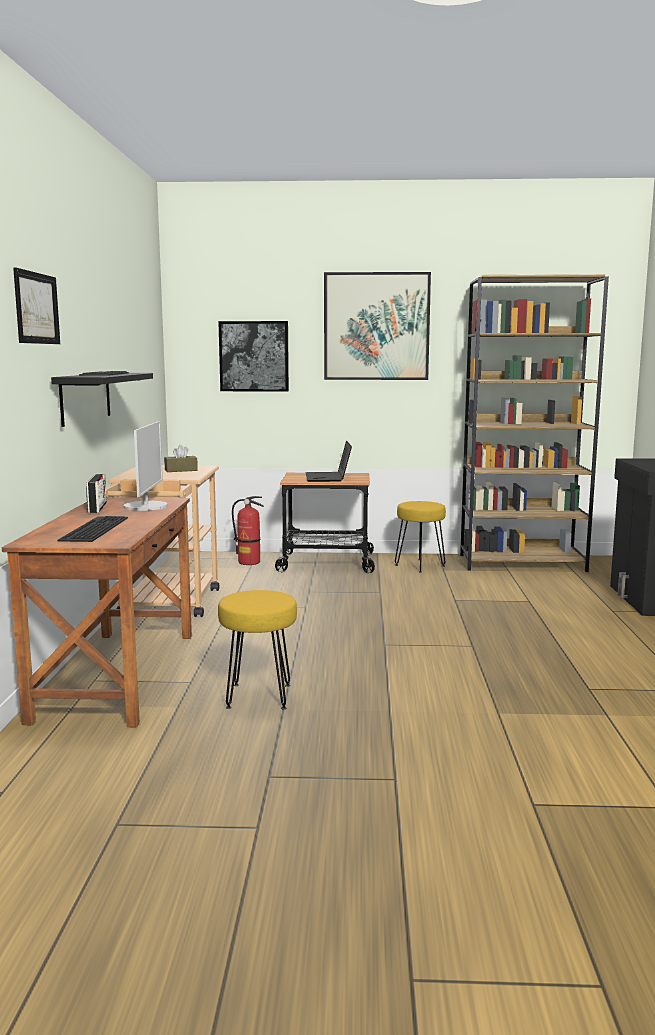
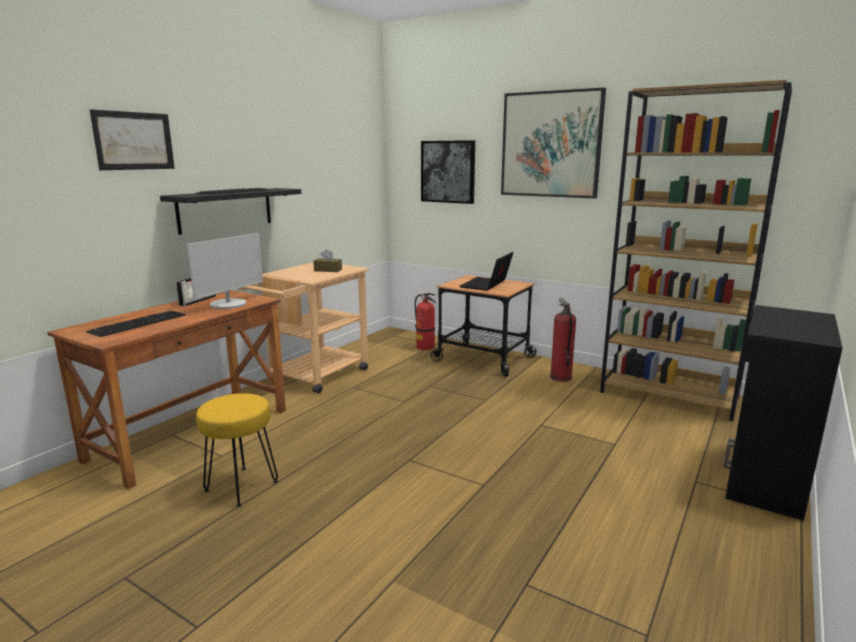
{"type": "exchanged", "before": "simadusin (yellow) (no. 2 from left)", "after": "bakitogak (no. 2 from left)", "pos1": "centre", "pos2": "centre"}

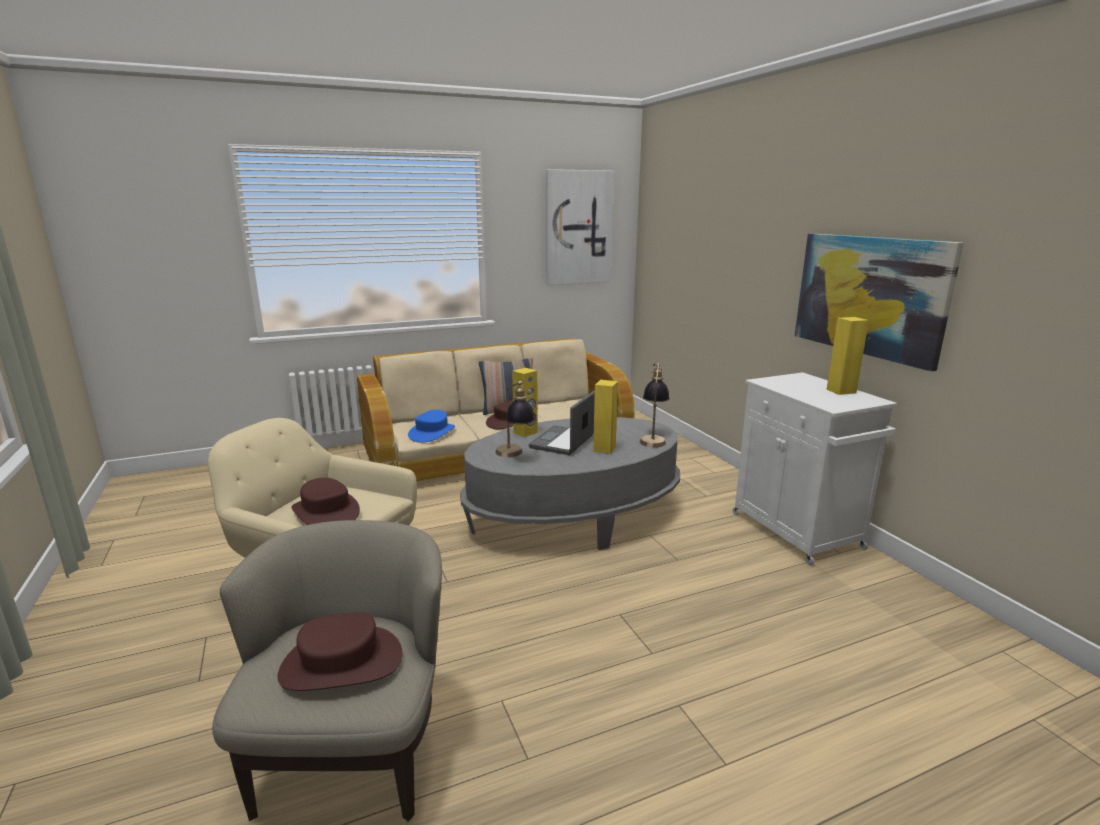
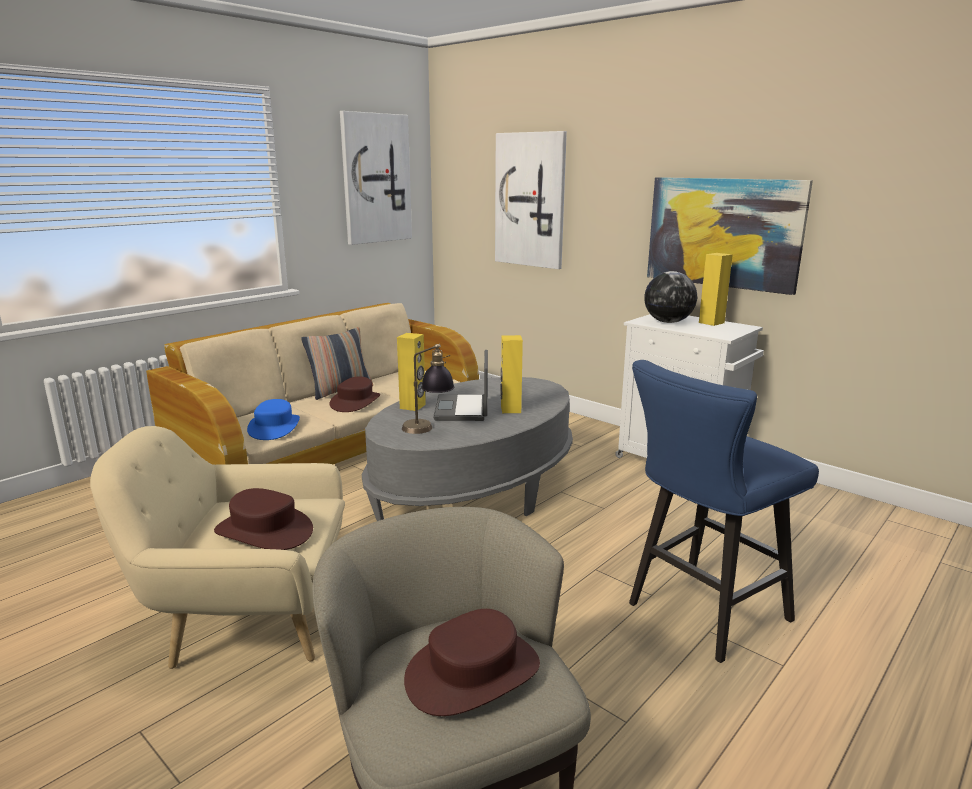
{"type": "missing", "before": "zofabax (no. 2 from left)", "pos1": "centre"}
{"type": "appeared", "after": "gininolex (no. 2 from left)", "pos2": "top centre"}
{"type": "appeared", "after": "simadusin (blue)", "pos2": "middle right"}
{"type": "appeared", "after": "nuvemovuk", "pos2": "middle right"}

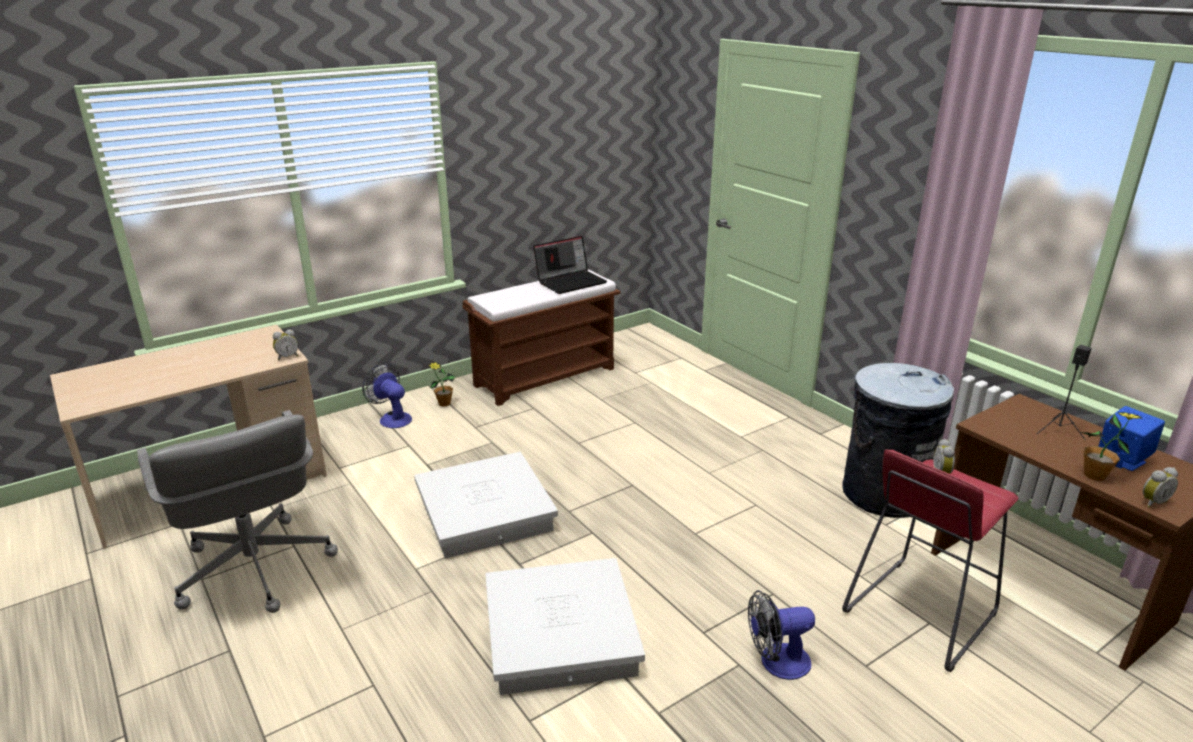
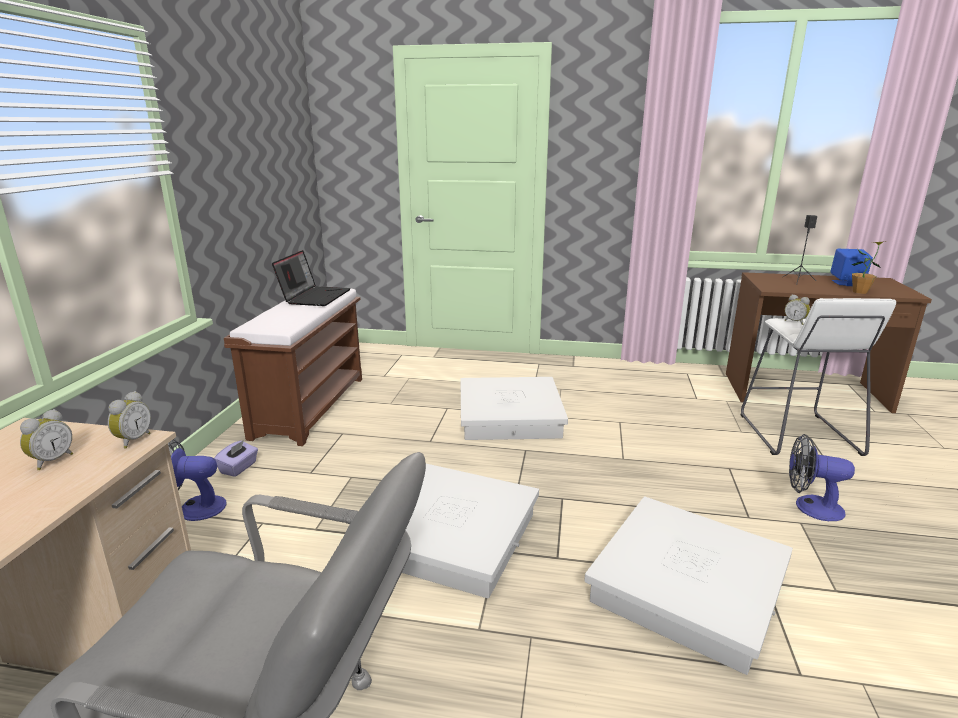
{"type": "exchanged", "before": "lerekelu (no. 1 from left)", "after": "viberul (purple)", "pos1": "centre", "pos2": "middle left"}
{"type": "spun", "before": "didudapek (no. 2 from left)", "pos1": "bottom centre", "pos2": "middle right", "turn": 75}
{"type": "missing", "before": "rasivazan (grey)", "pos1": "middle right"}
{"type": "colour", "before": "simadusin (red)", "after": "simadusin (white)", "pos1": "bottom right", "pos2": "middle right"}
{"type": "relocated", "before": "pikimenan (no. 3 from left in the first image)", "after": "pikimenan (no. 1 from left)", "pos1": "middle right", "pos2": "middle left"}
{"type": "appeared", "after": "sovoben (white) (no. 2 from left)", "pos2": "centre"}

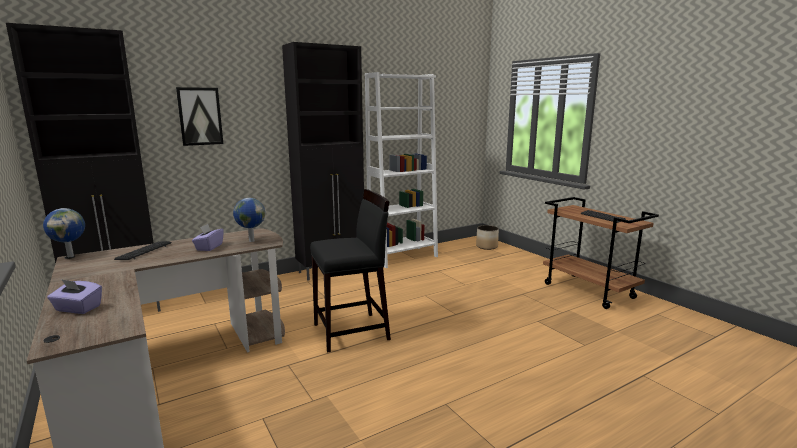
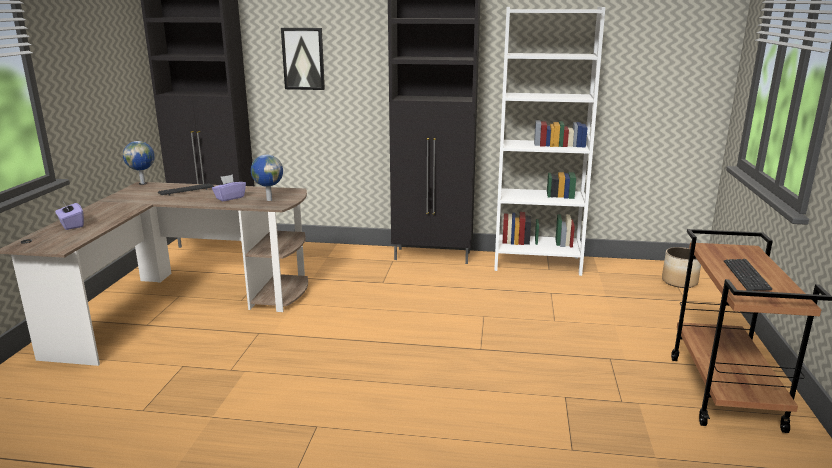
{"type": "missing", "before": "simadusin (black)", "pos1": "centre"}

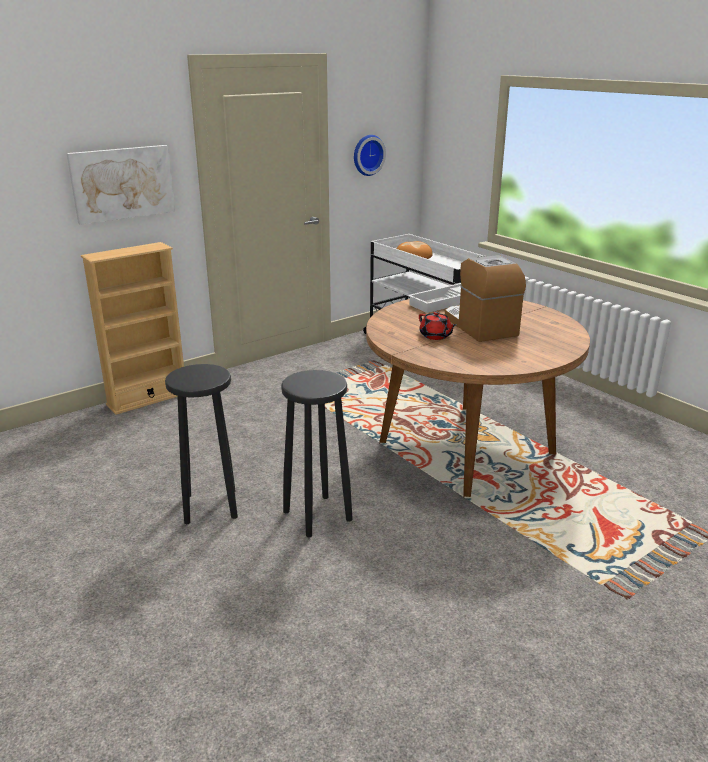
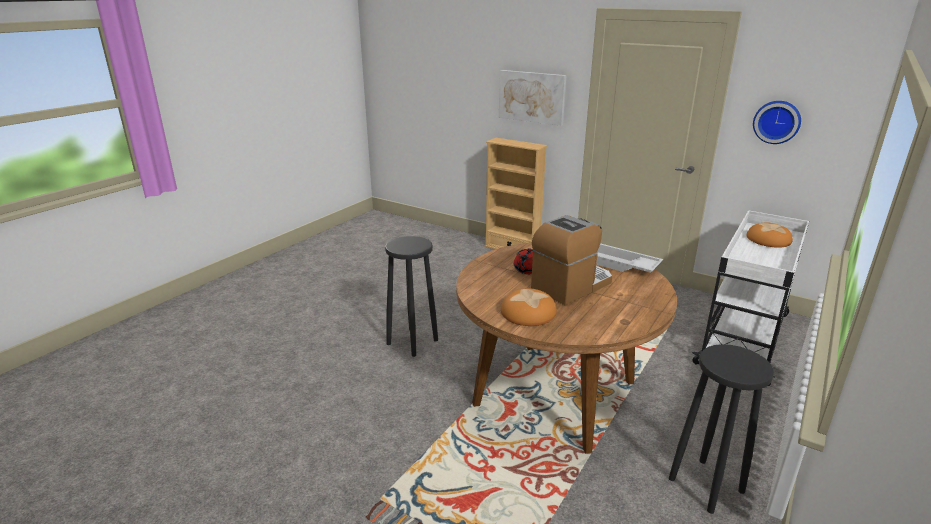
{"type": "relocated", "before": "simadusin (black) (no. 1 from left in the first image)", "after": "simadusin (black) (no. 2 from left)", "pos1": "middle left", "pos2": "bottom right"}
{"type": "appeared", "after": "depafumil (no. 1 from left)", "pos2": "centre"}

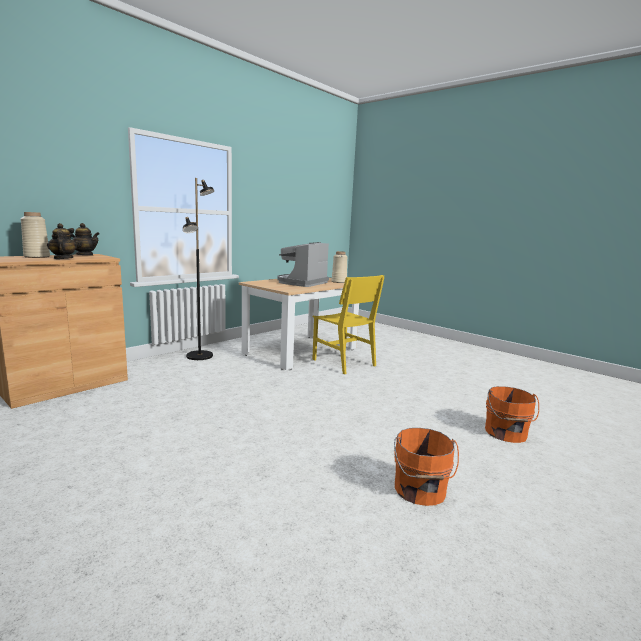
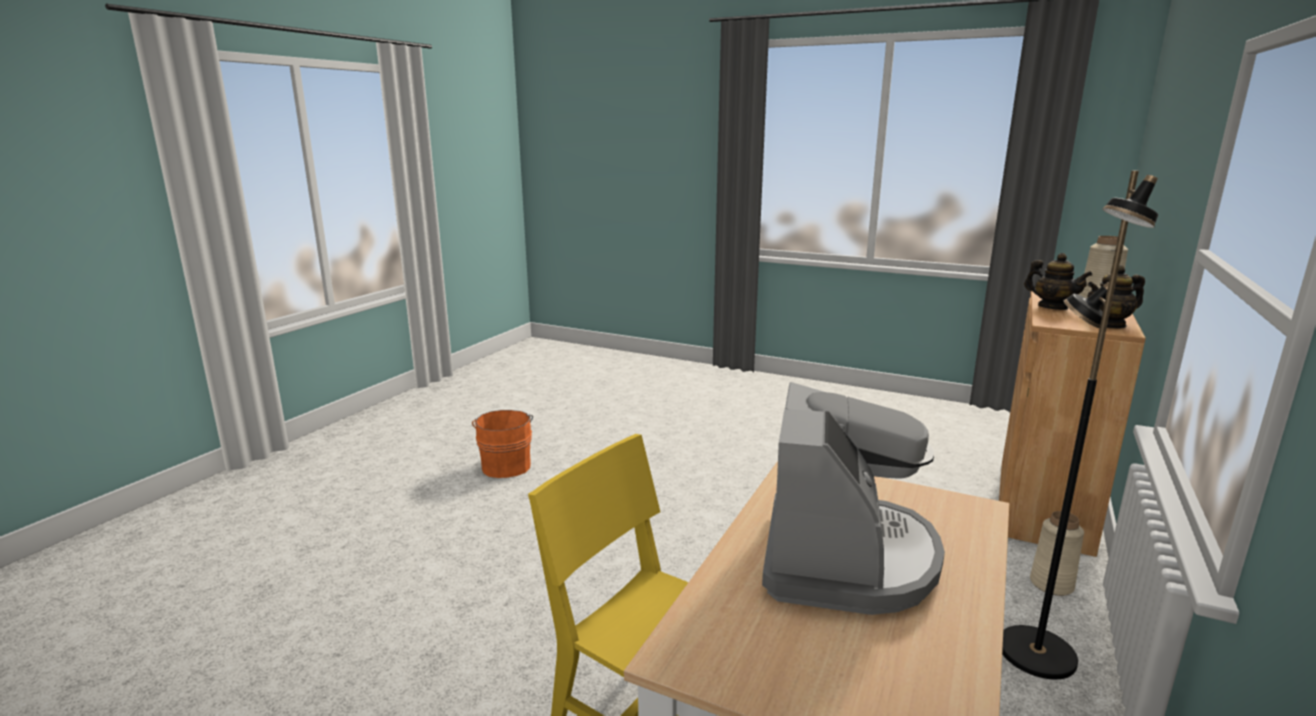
{"type": "relocated", "before": "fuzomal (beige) (no. 2 from left in the first image)", "after": "fuzomal (beige) (no. 1 from left)", "pos1": "centre", "pos2": "bottom right"}
{"type": "missing", "before": "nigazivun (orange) (no. 2 from left)", "pos1": "middle right"}

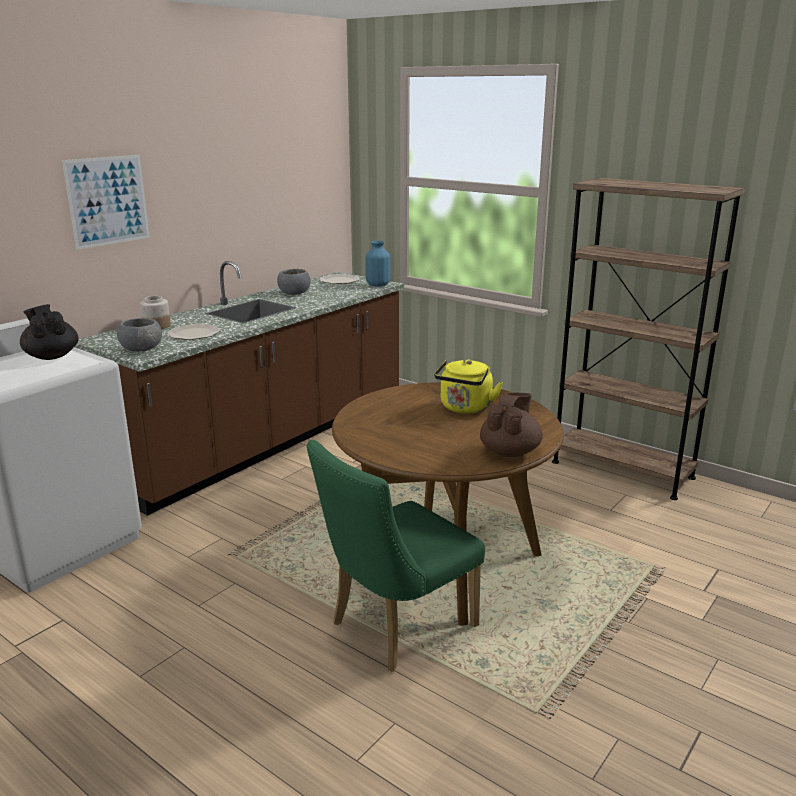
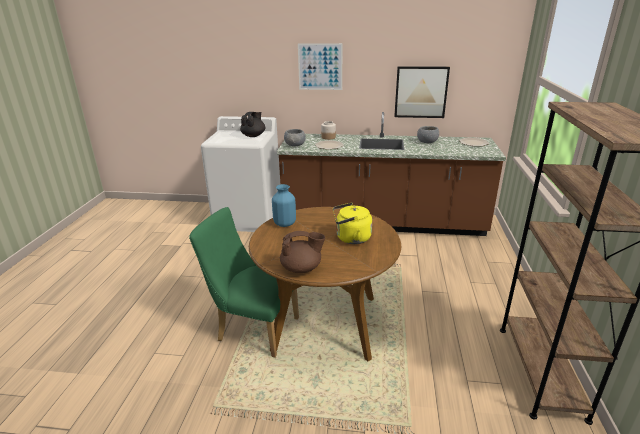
{"type": "relocated", "before": "fuzomal (blue)", "pos1": "top centre", "pos2": "centre"}
{"type": "appeared", "after": "gininolex (no. 2 from left)", "pos2": "top centre"}

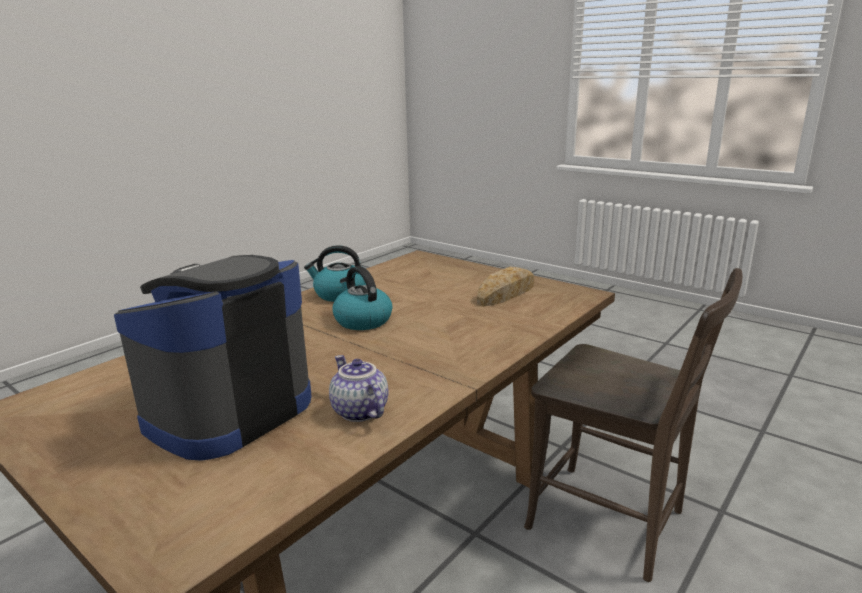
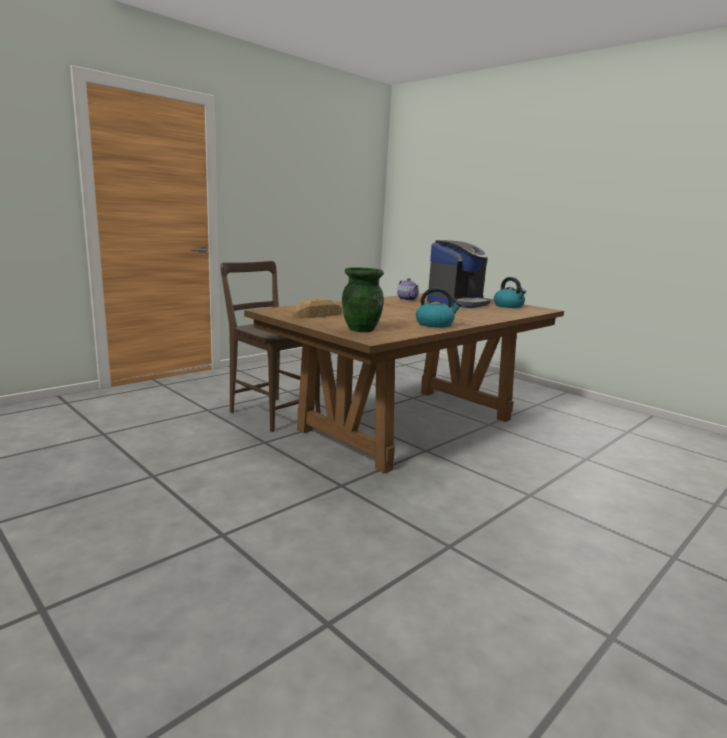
{"type": "relocated", "before": "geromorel (no. 2 from left)", "pos1": "centre", "pos2": "middle right"}
{"type": "appeared", "after": "fuzomal (green)", "pos2": "centre"}

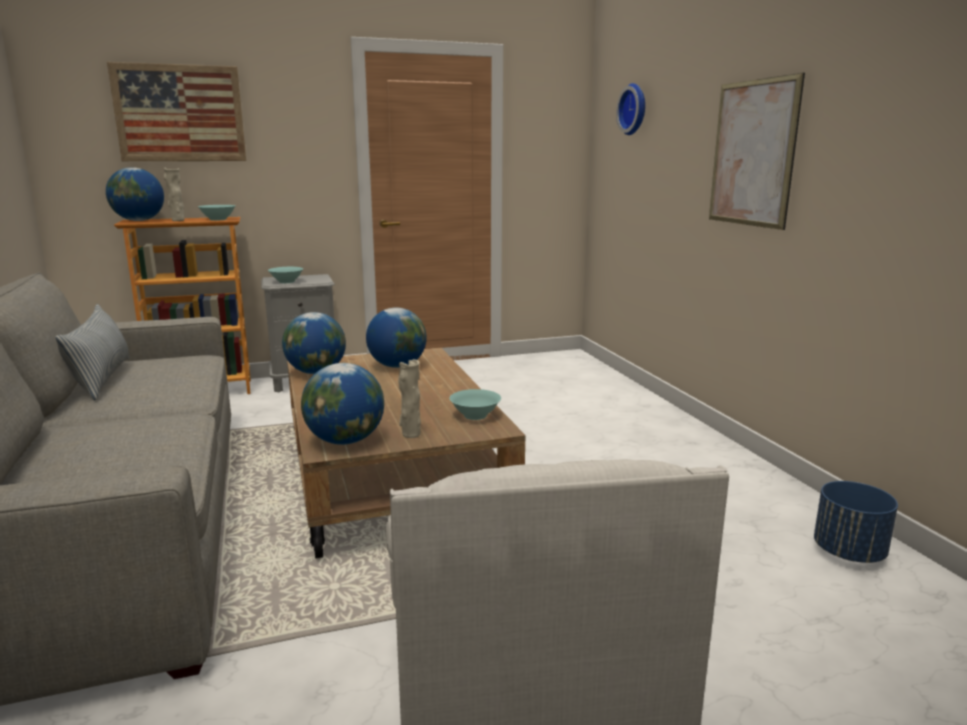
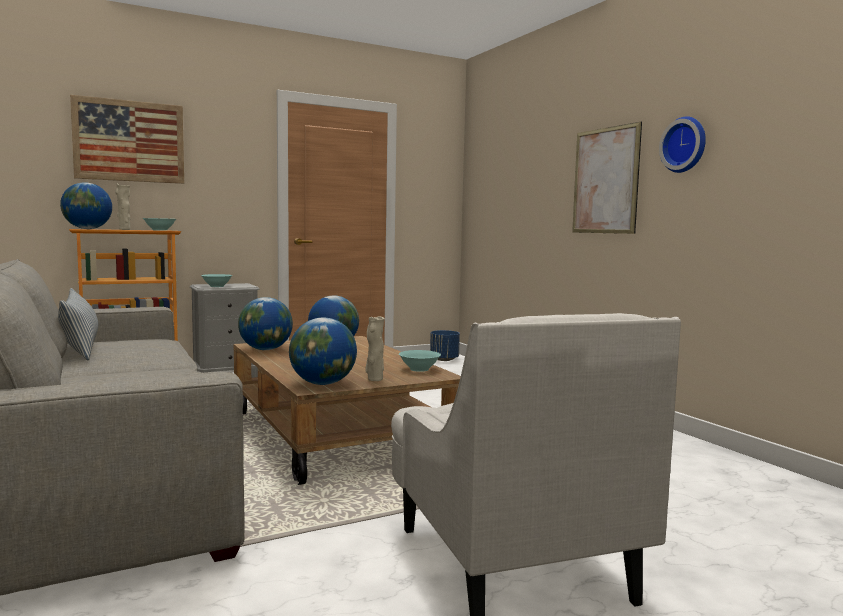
{"type": "relocated", "before": "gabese", "pos1": "top centre", "pos2": "top right"}
{"type": "relocated", "before": "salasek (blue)", "pos1": "bottom right", "pos2": "centre"}

